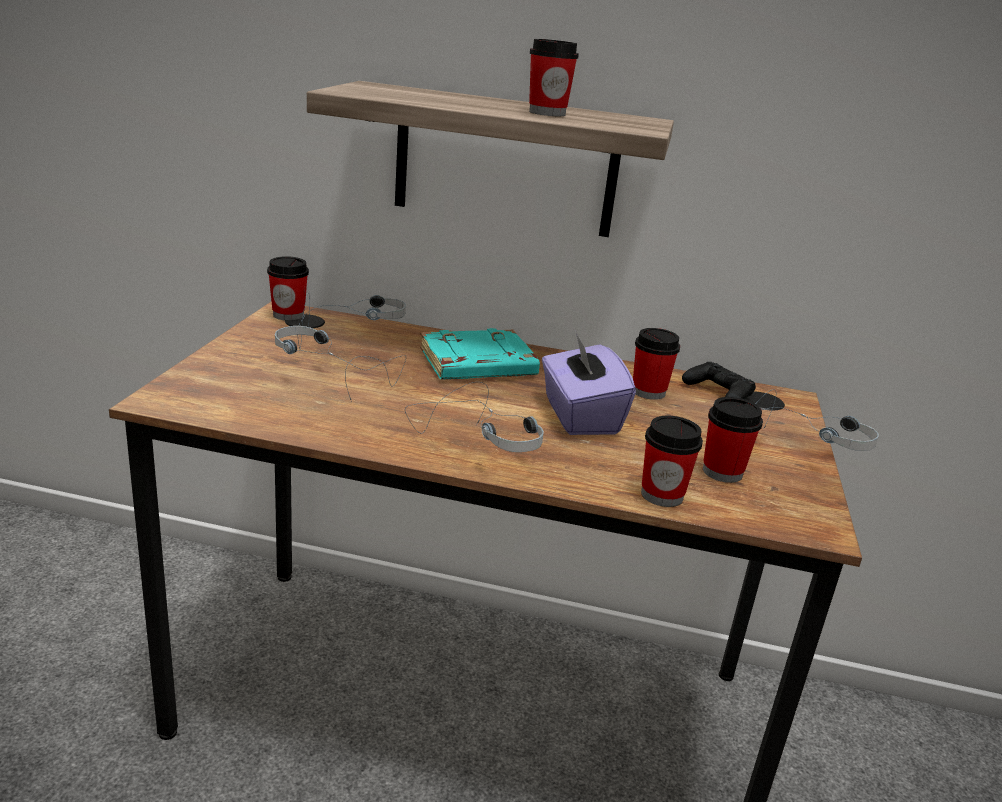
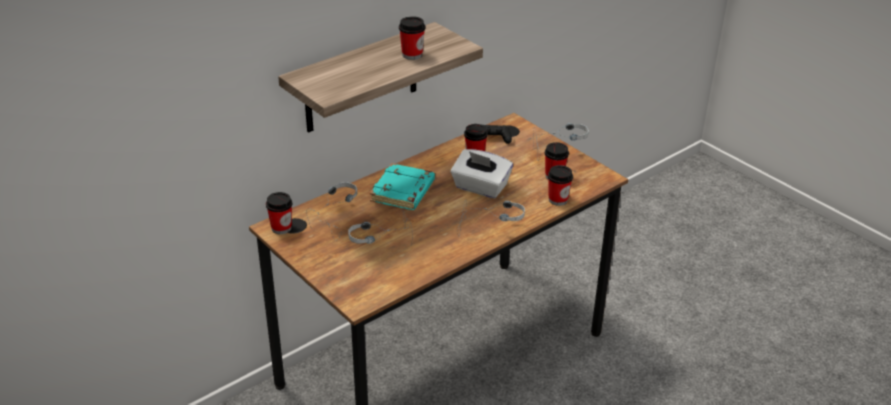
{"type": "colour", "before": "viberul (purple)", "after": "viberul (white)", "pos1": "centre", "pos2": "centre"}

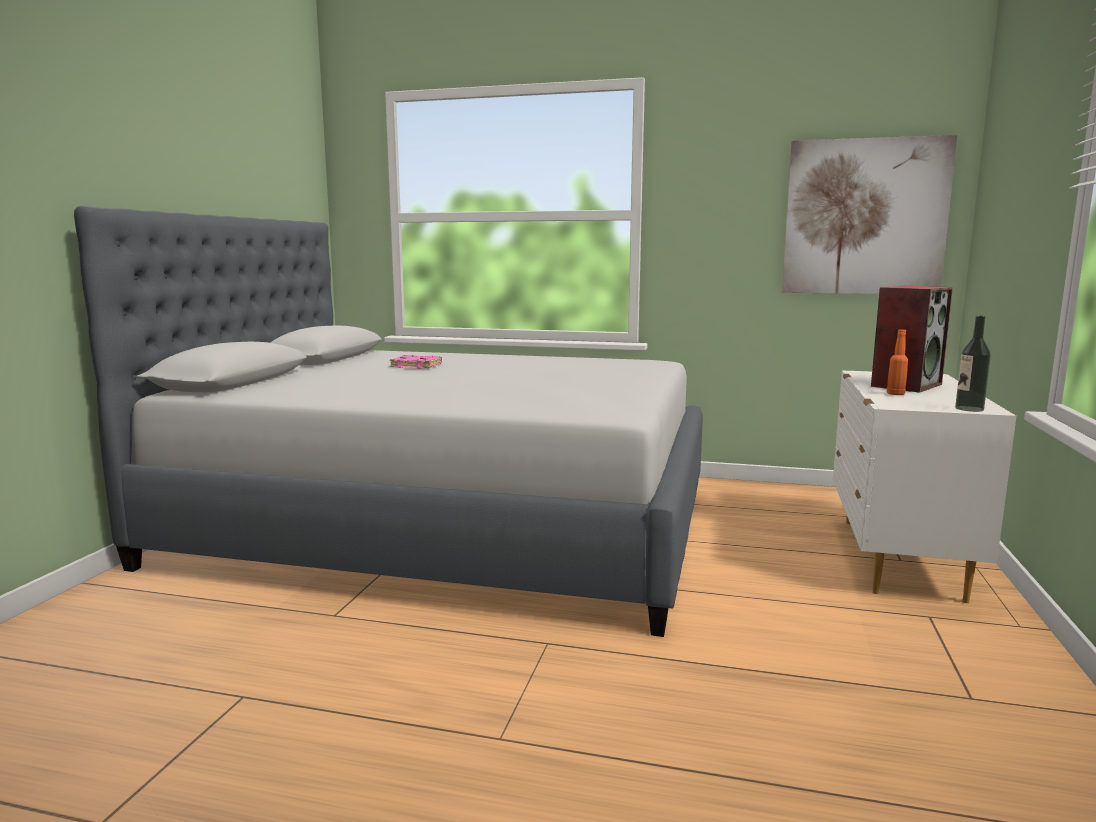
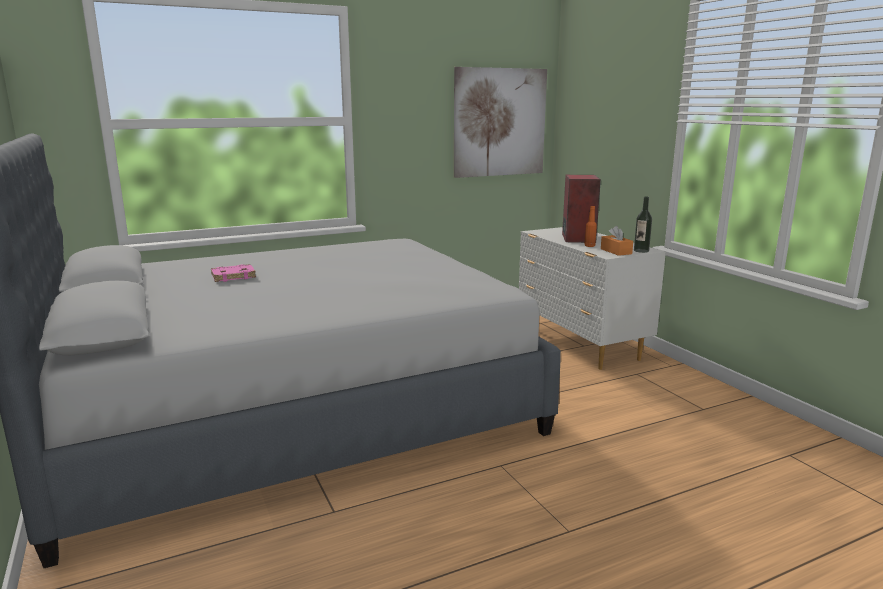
{"type": "appeared", "after": "viberul (orange)", "pos2": "middle right"}

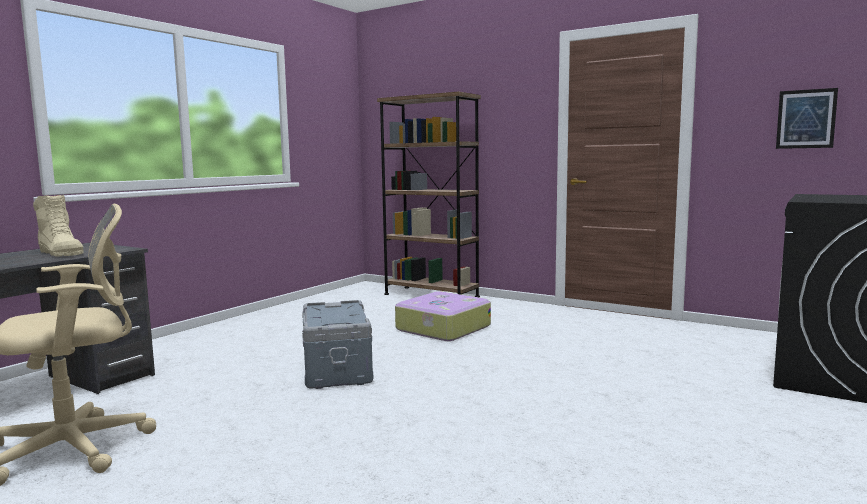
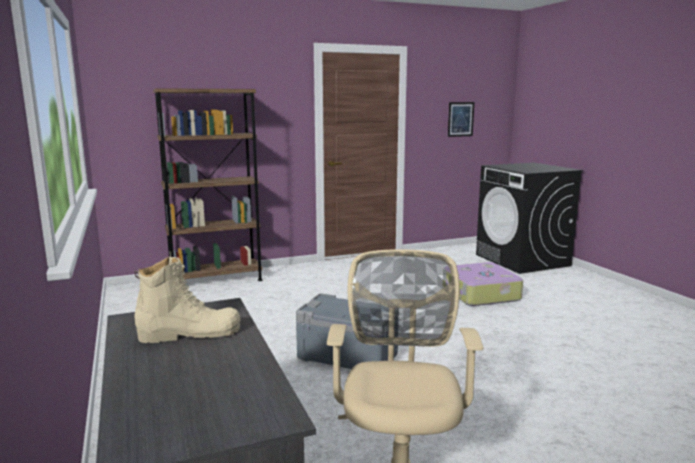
{"type": "relocated", "before": "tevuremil", "pos1": "centre", "pos2": "middle right"}

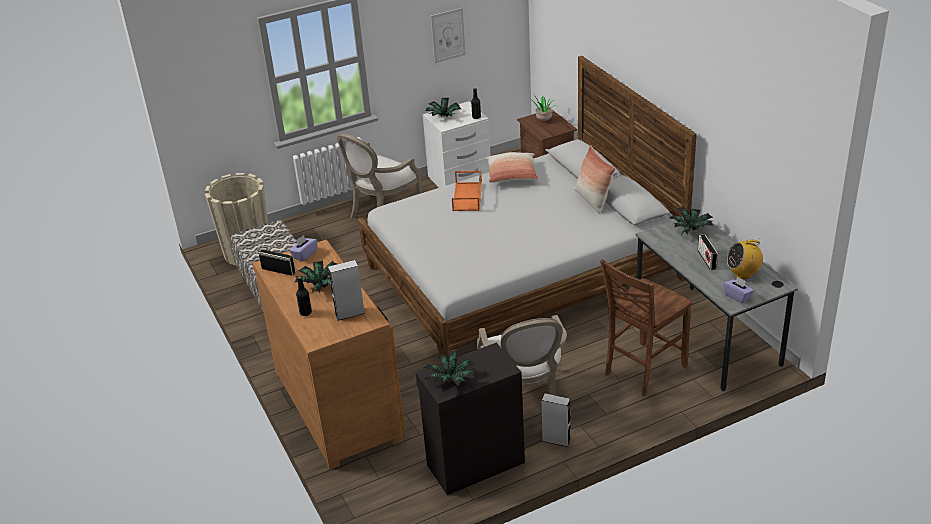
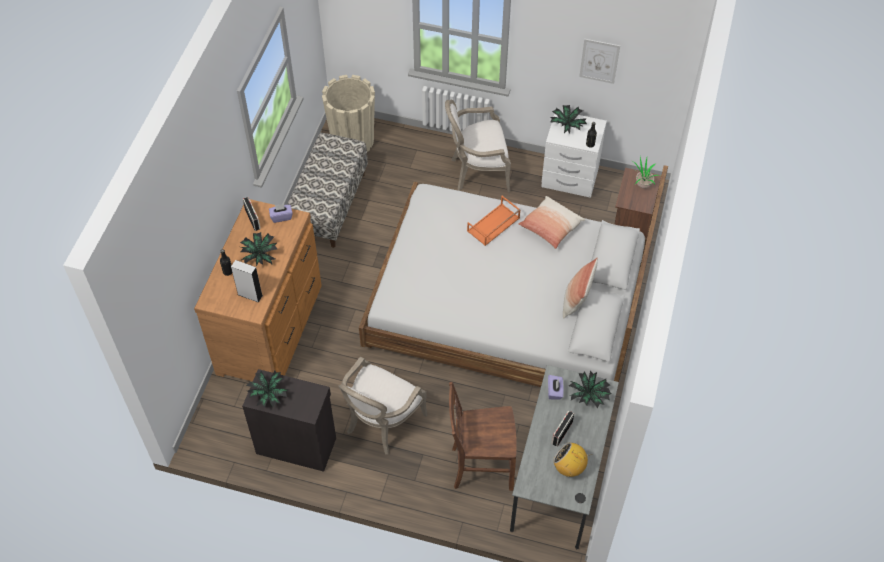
{"type": "missing", "before": "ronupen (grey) (no. 2 from left)", "pos1": "bottom centre"}
{"type": "relocated", "before": "viberul (purple) (no. 2 from left)", "pos1": "middle right", "pos2": "bottom centre"}

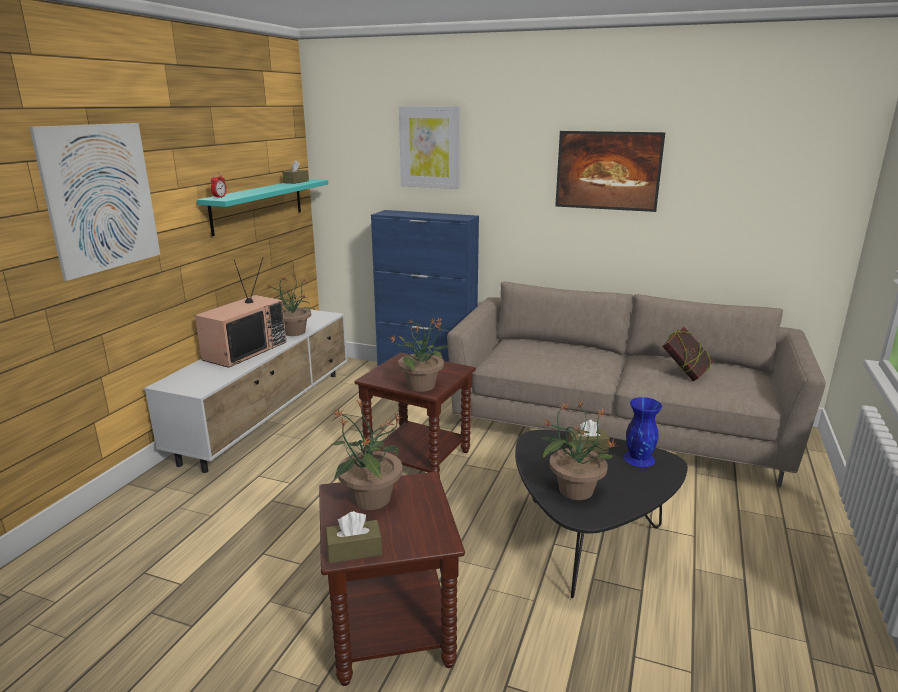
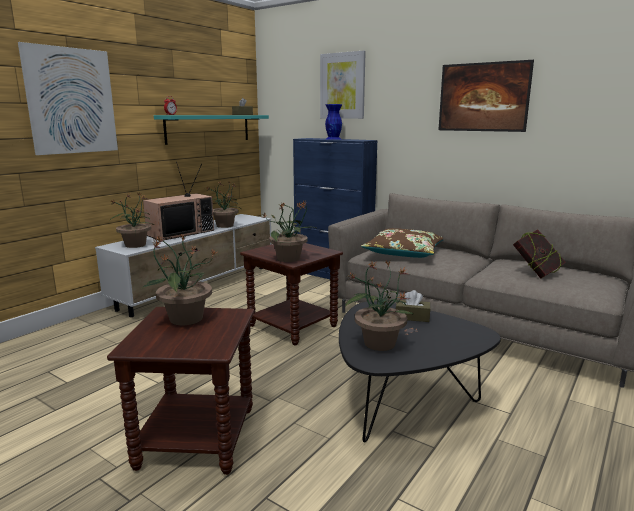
{"type": "missing", "before": "viberul (brown) (no. 2 from left)", "pos1": "bottom centre"}
{"type": "relocated", "before": "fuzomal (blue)", "pos1": "middle right", "pos2": "top centre"}
{"type": "appeared", "after": "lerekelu (no. 1 from left)", "pos2": "middle left"}
{"type": "appeared", "after": "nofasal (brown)", "pos2": "centre"}

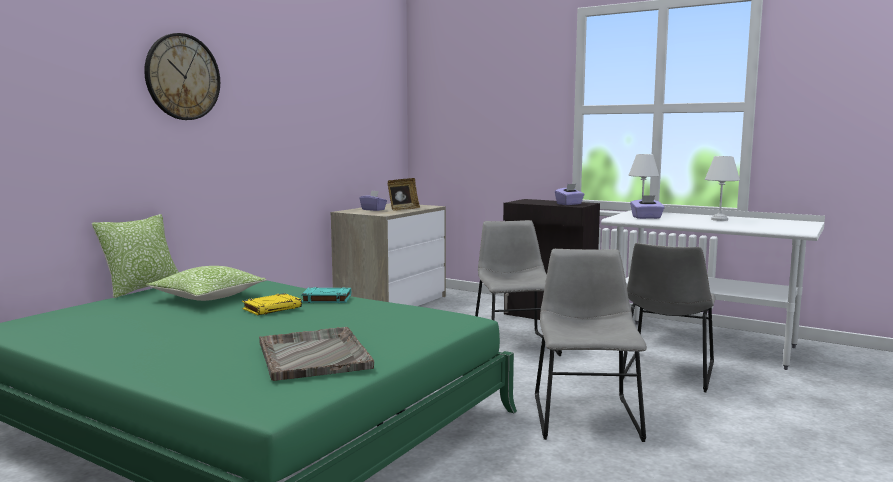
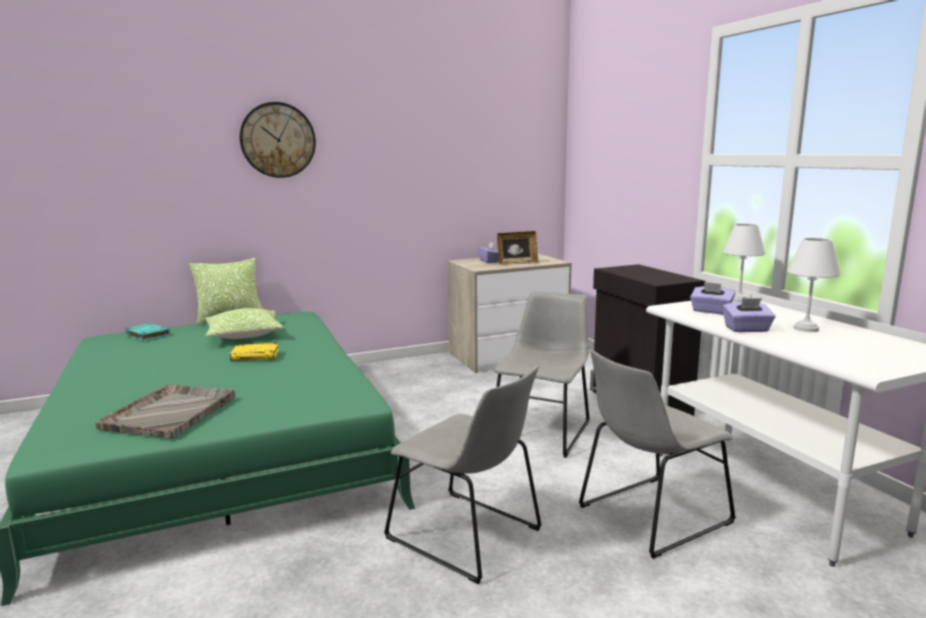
{"type": "relocated", "before": "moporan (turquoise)", "pos1": "centre", "pos2": "middle left"}
{"type": "spun", "before": "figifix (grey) (no. 2 from left in the first image)", "pos1": "bottom centre", "pos2": "bottom centre", "turn": 90}
{"type": "relocated", "before": "viberul (purple) (no. 2 from left in the first image)", "after": "viberul (purple) (no. 3 from left)", "pos1": "centre", "pos2": "middle right"}

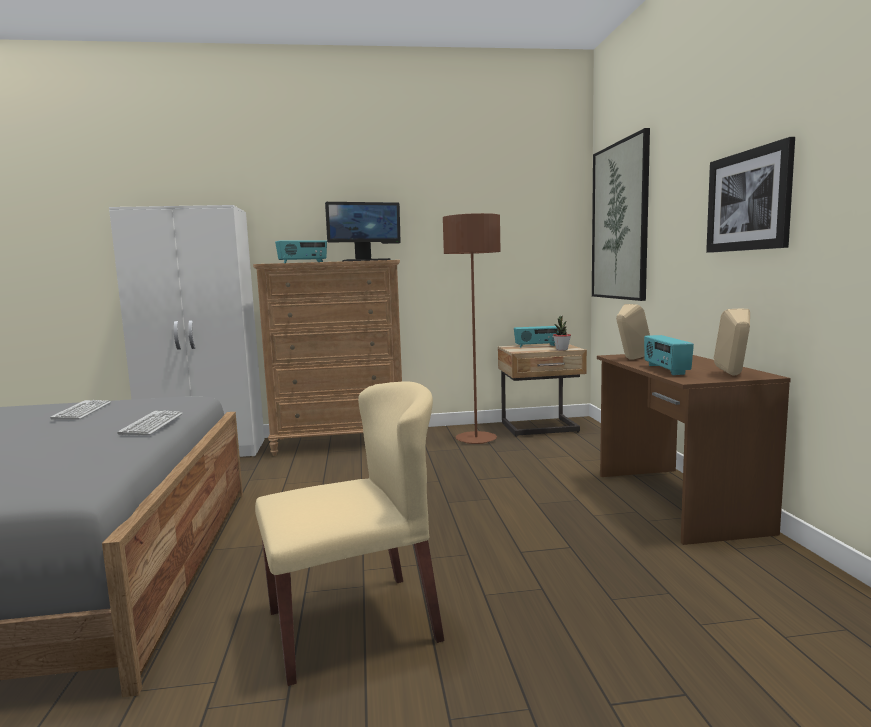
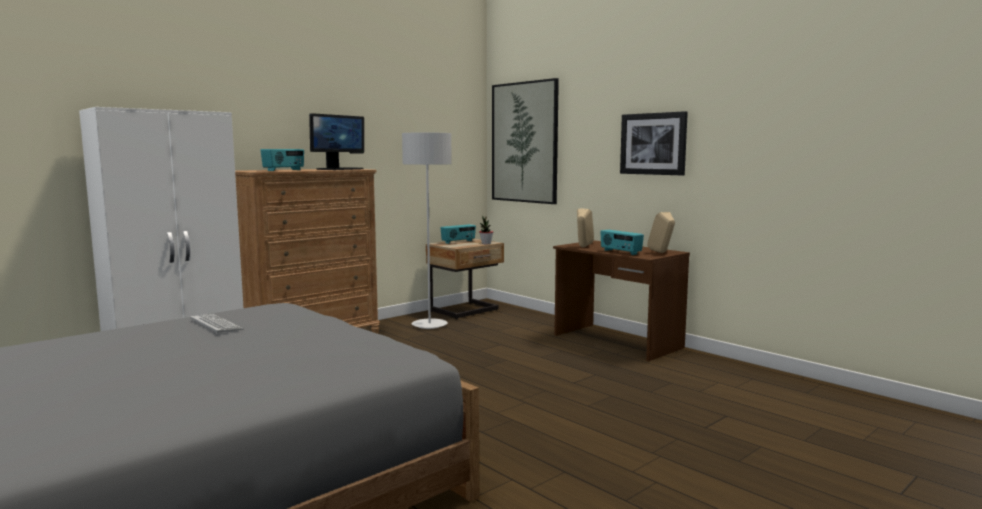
{"type": "missing", "before": "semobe (no. 2 from left)", "pos1": "middle left"}
{"type": "missing", "before": "figifix (beige)", "pos1": "bottom centre"}
{"type": "colour", "before": "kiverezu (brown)", "after": "kiverezu (grey)", "pos1": "centre", "pos2": "centre"}

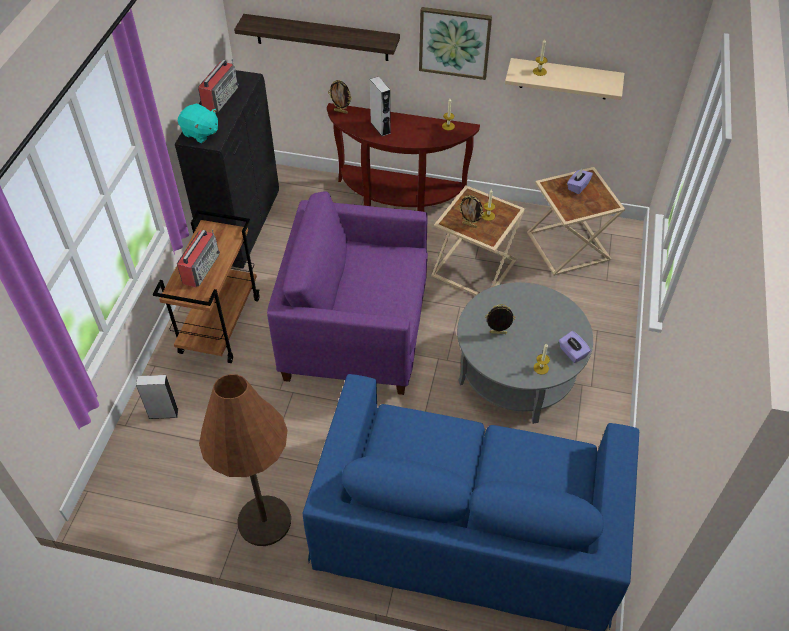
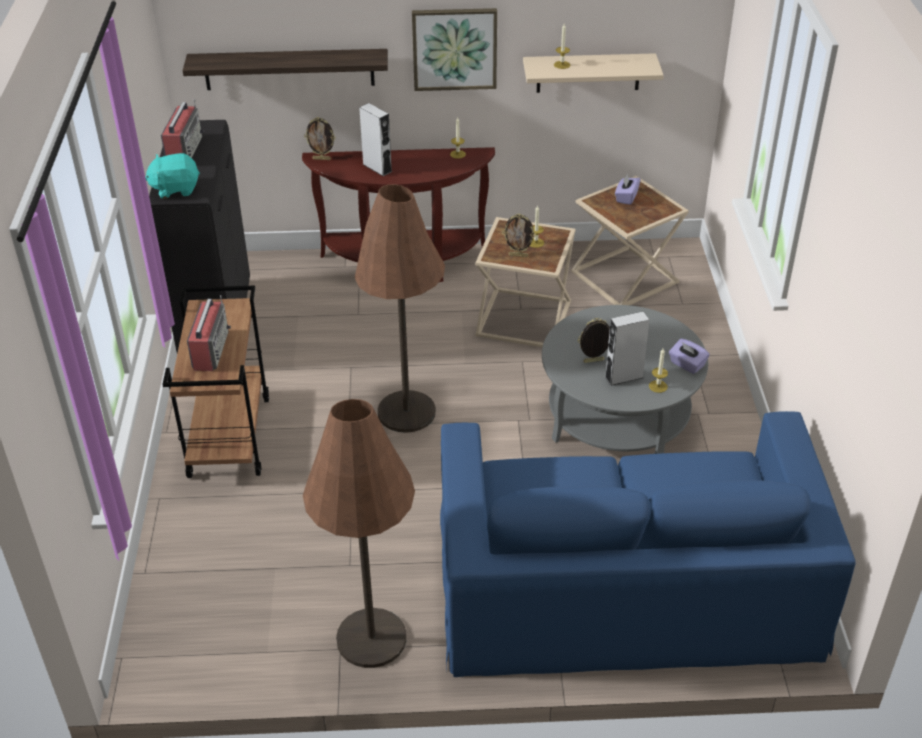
{"type": "relocated", "before": "ronupen (grey) (no. 1 from left in the first image)", "after": "ronupen (grey) (no. 2 from left)", "pos1": "middle left", "pos2": "middle right"}
{"type": "spun", "before": "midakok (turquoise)", "pos1": "top left", "pos2": "top left", "turn": 150}
{"type": "exchanged", "before": "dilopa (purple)", "after": "kiverezu (brown) (no. 2 from left)", "pos1": "centre", "pos2": "centre"}

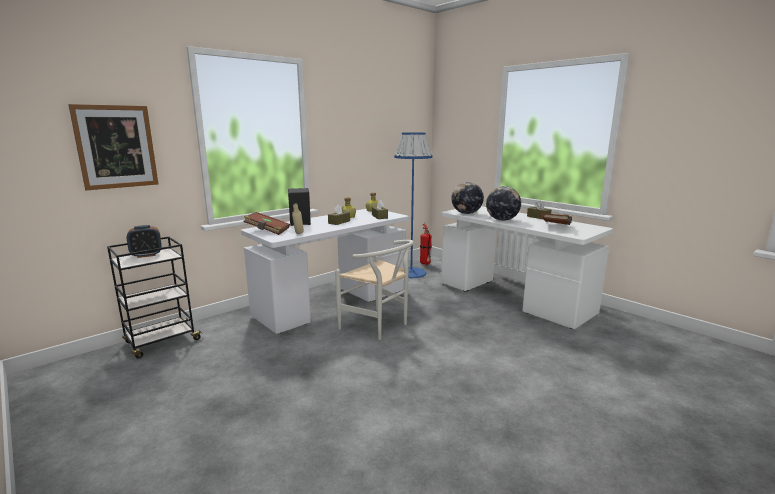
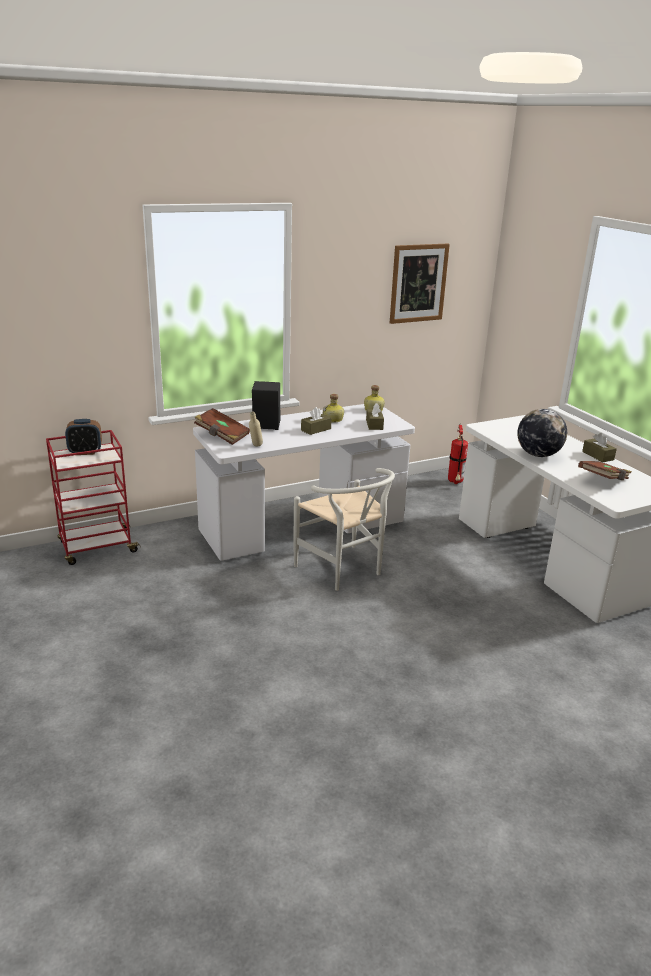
{"type": "relocated", "before": "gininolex", "pos1": "top left", "pos2": "top centre"}
{"type": "colour", "before": "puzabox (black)", "after": "puzabox (red)", "pos1": "middle left", "pos2": "middle left"}
{"type": "missing", "before": "kiverezu (blue)", "pos1": "centre"}
{"type": "missing", "before": "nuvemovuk (no. 1 from left)", "pos1": "centre"}

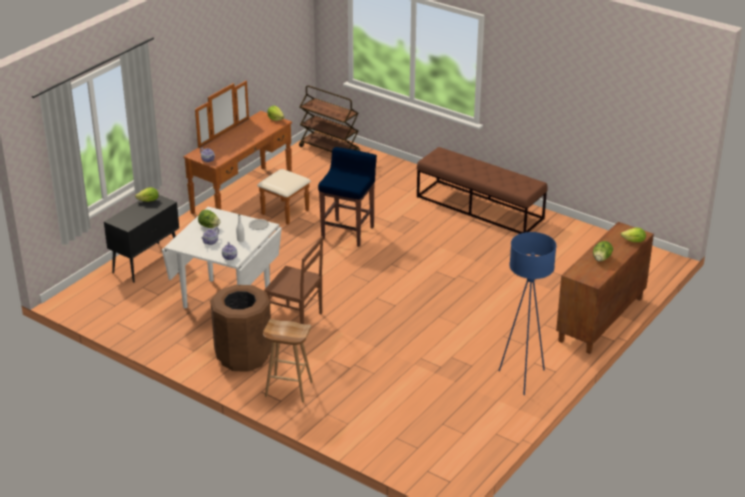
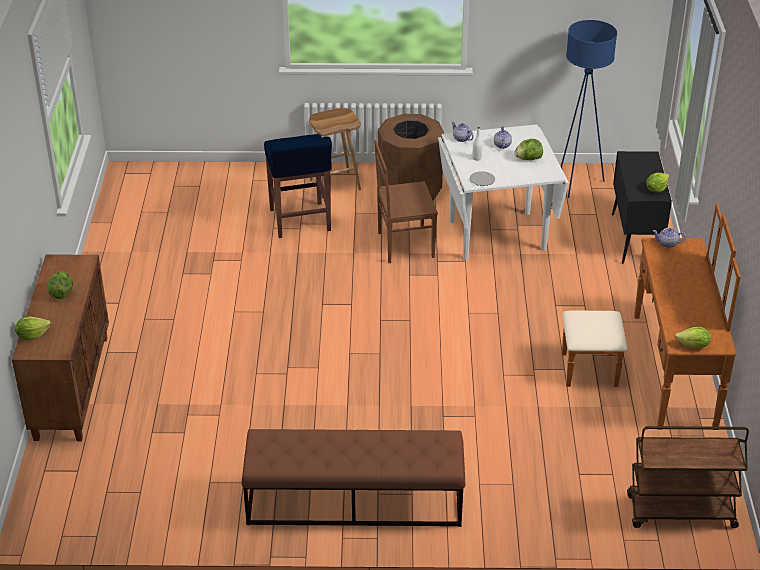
{"type": "relocated", "before": "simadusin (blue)", "pos1": "centre", "pos2": "top centre"}
{"type": "relocated", "before": "kiverezu (blue)", "pos1": "middle right", "pos2": "top right"}

